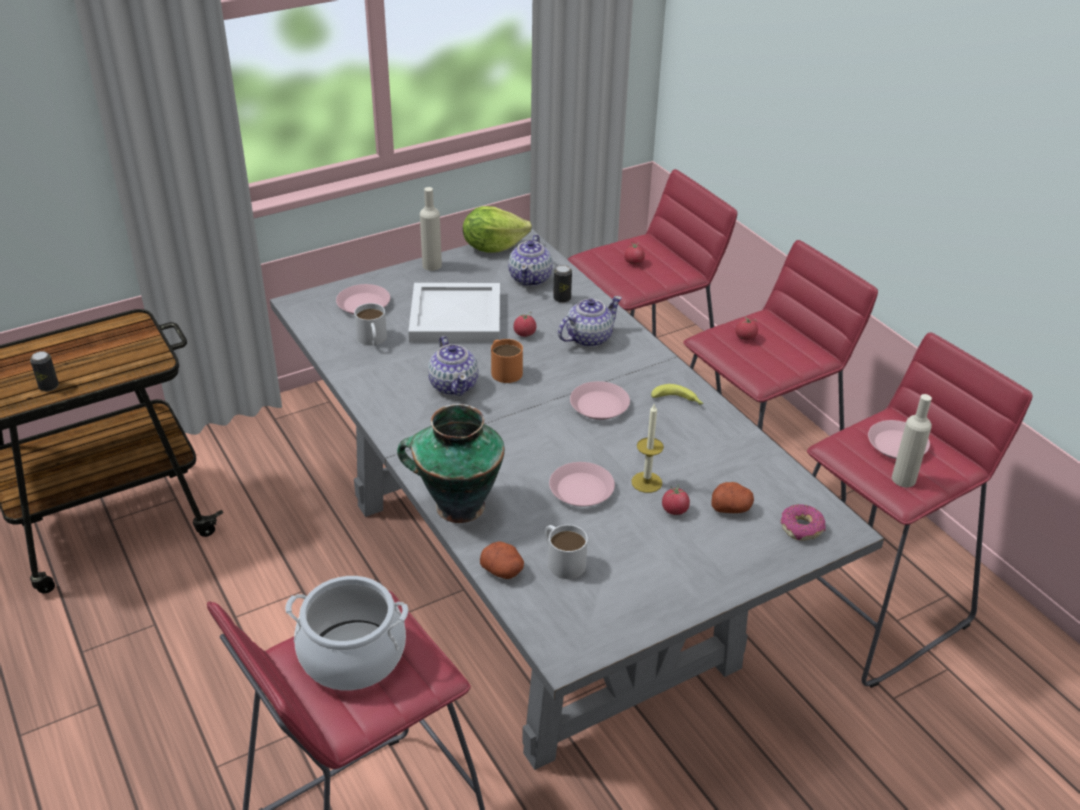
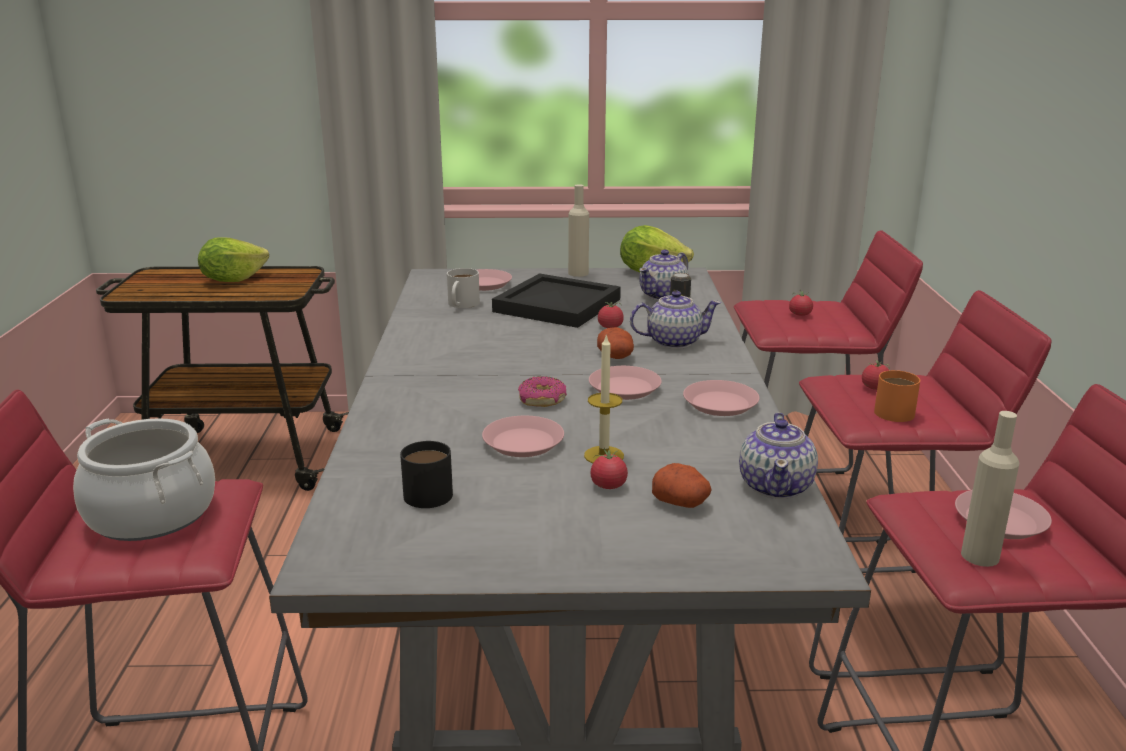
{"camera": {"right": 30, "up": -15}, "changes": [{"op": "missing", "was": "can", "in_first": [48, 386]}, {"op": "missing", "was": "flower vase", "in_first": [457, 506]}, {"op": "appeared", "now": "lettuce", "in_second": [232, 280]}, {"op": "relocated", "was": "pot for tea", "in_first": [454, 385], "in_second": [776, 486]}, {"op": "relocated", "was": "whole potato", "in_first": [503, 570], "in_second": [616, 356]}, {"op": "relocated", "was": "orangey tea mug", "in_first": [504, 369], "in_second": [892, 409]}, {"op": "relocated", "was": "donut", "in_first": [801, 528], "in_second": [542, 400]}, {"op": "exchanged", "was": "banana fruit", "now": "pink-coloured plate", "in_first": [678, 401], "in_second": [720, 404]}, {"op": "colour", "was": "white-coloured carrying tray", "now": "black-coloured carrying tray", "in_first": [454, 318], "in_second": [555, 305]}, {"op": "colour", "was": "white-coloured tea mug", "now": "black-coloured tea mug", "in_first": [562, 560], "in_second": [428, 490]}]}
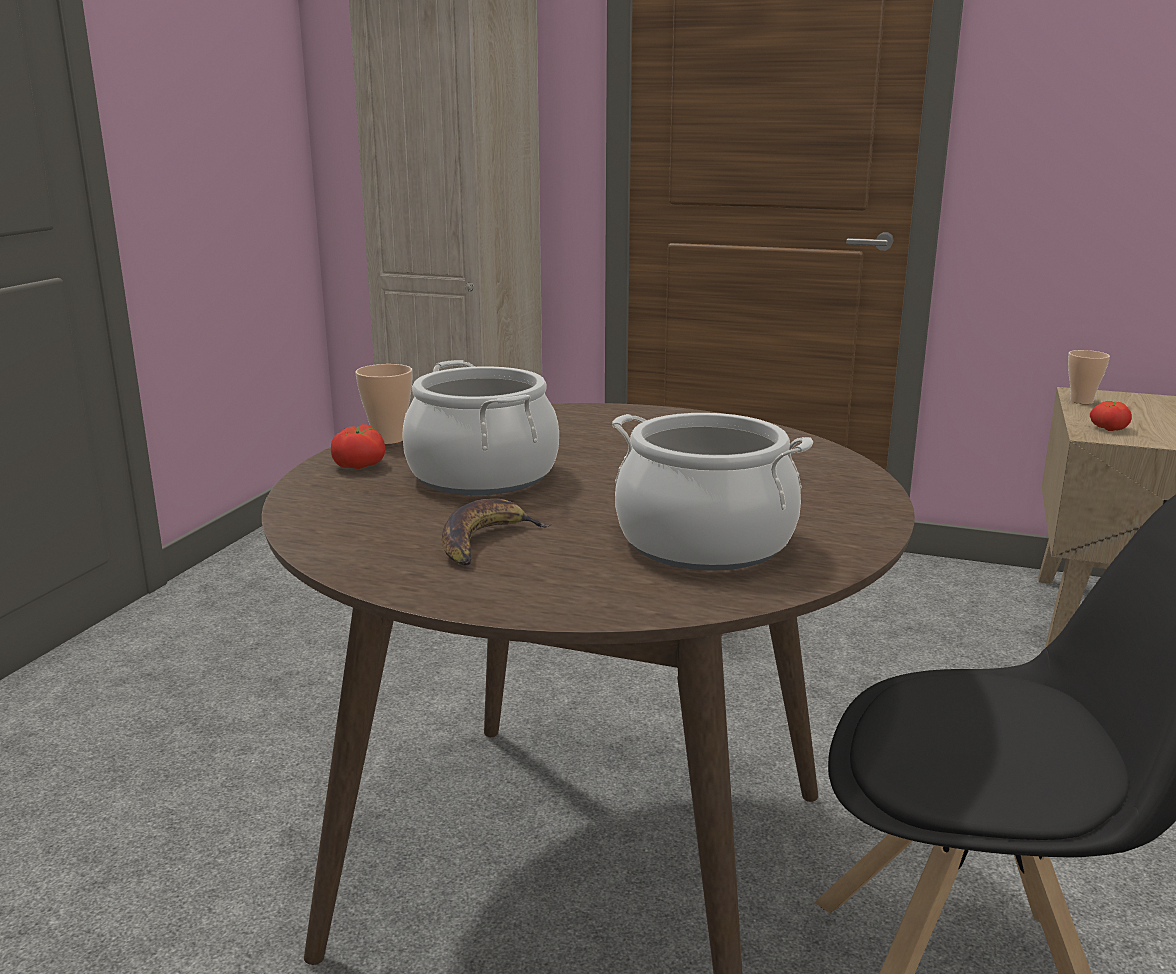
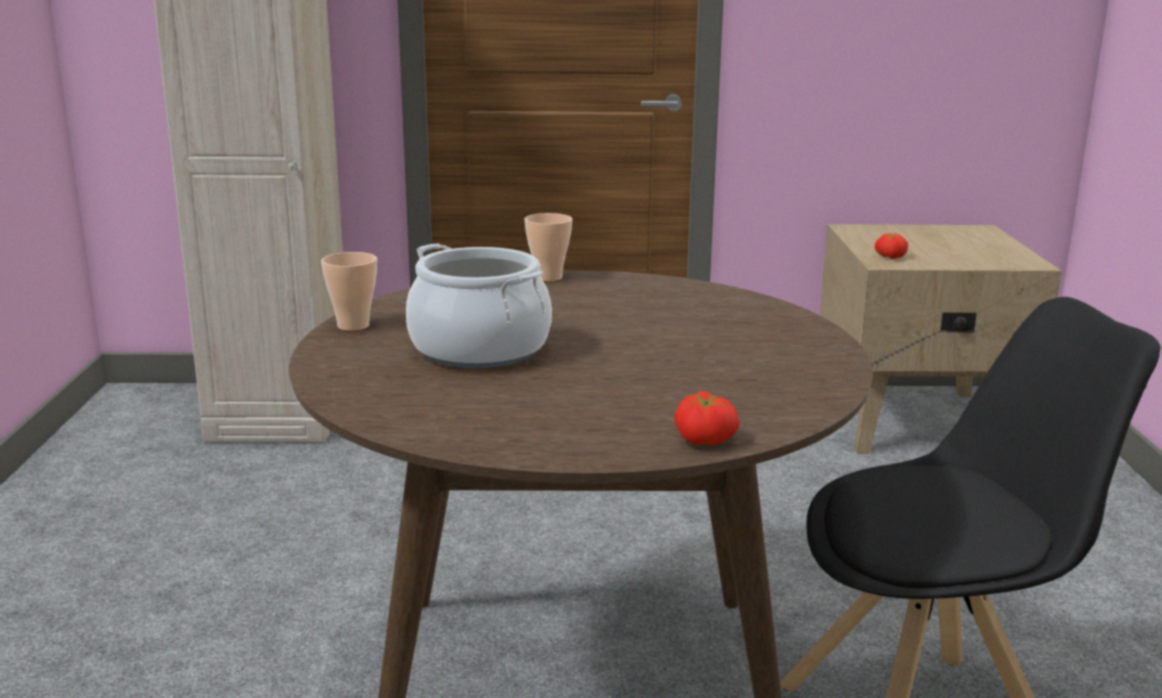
{"camera": {"right": -20, "up": 0}, "changes": [{"op": "missing", "was": "banana fruit", "in_first": [486, 541]}, {"op": "missing", "was": "saucepot", "in_first": [705, 542]}, {"op": "relocated", "was": "fresh tomato", "in_first": [361, 465], "in_second": [706, 439]}, {"op": "relocated", "was": "small cup", "in_first": [1081, 401], "in_second": [548, 277]}]}
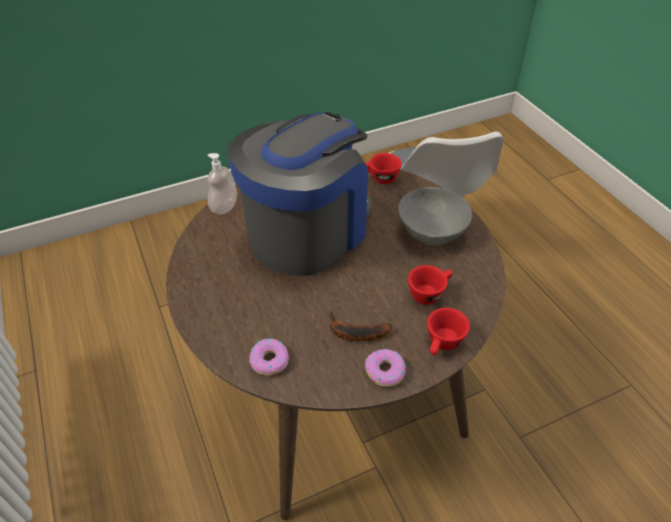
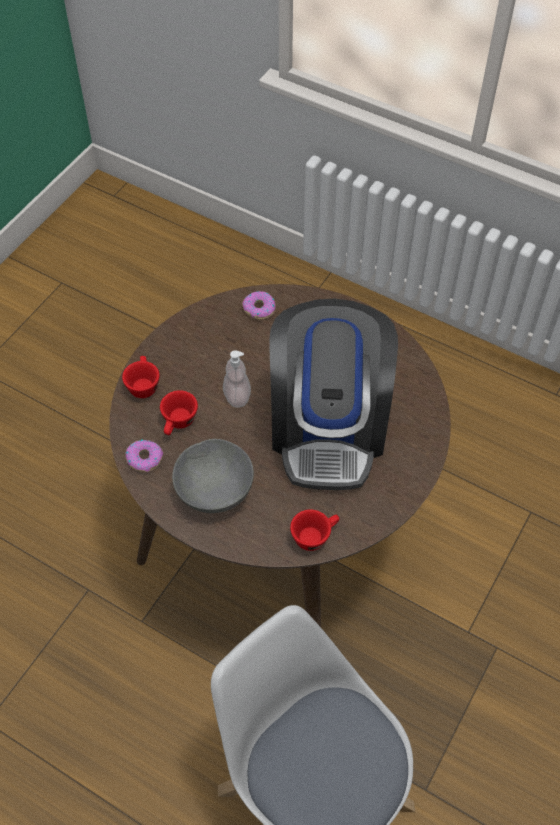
{"camera": {"right": 145, "up": 10}, "changes": [{"op": "missing", "was": "banana fruit", "in_first": [354, 333]}, {"op": "relocated", "was": "liquid soap bottle", "in_first": [224, 207], "in_second": [237, 396]}, {"op": "relocated", "was": "donut", "in_first": [385, 371], "in_second": [144, 458]}]}
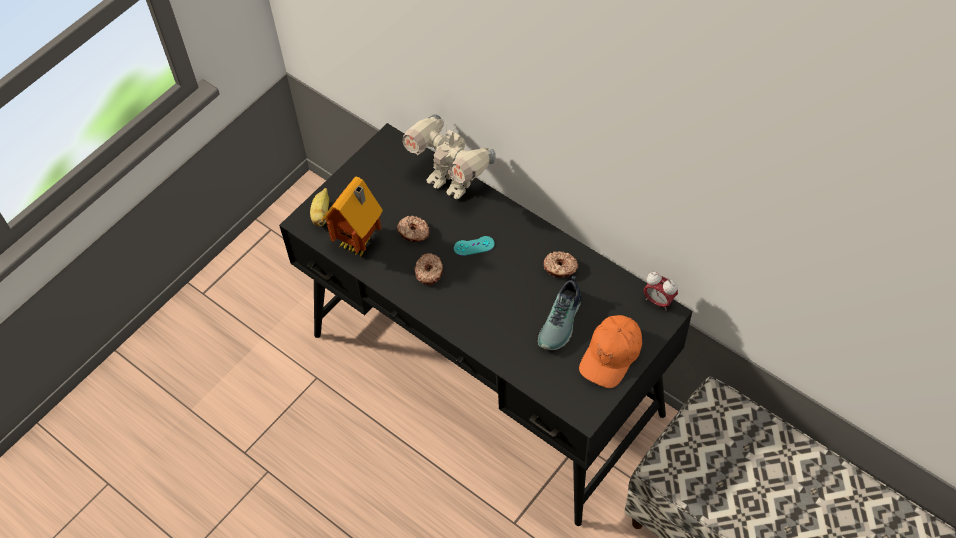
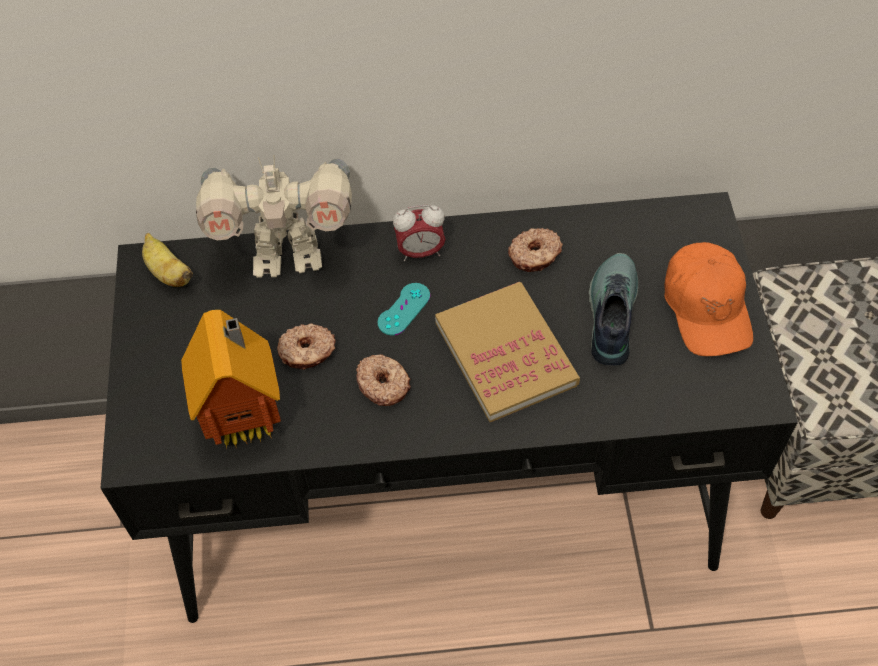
{"camera": {"right": -45, "up": 0}, "changes": [{"op": "appeared", "now": "book", "in_second": [505, 354]}, {"op": "relocated", "was": "banana fruit", "in_first": [321, 214], "in_second": [168, 272]}, {"op": "relocated", "was": "table clock", "in_first": [658, 301], "in_second": [420, 252]}, {"op": "spun", "was": "shoe", "in_first": [562, 321], "in_second": [609, 314], "clockwise": -150}]}
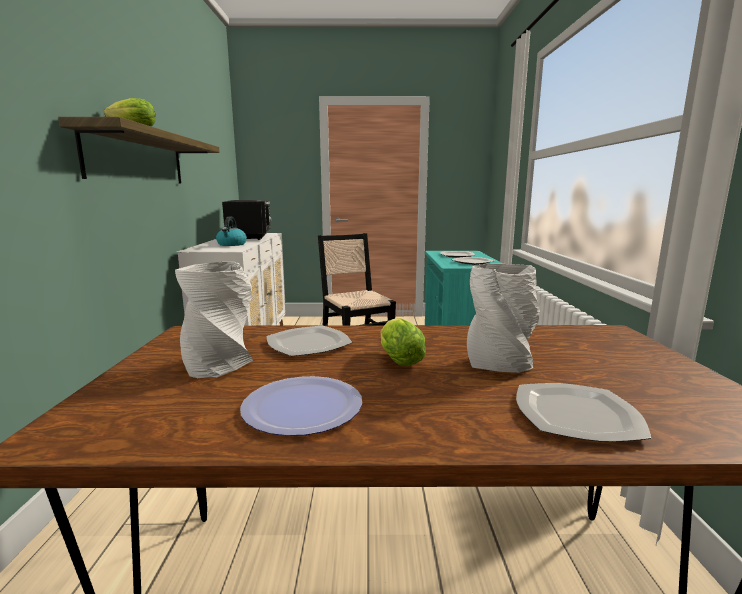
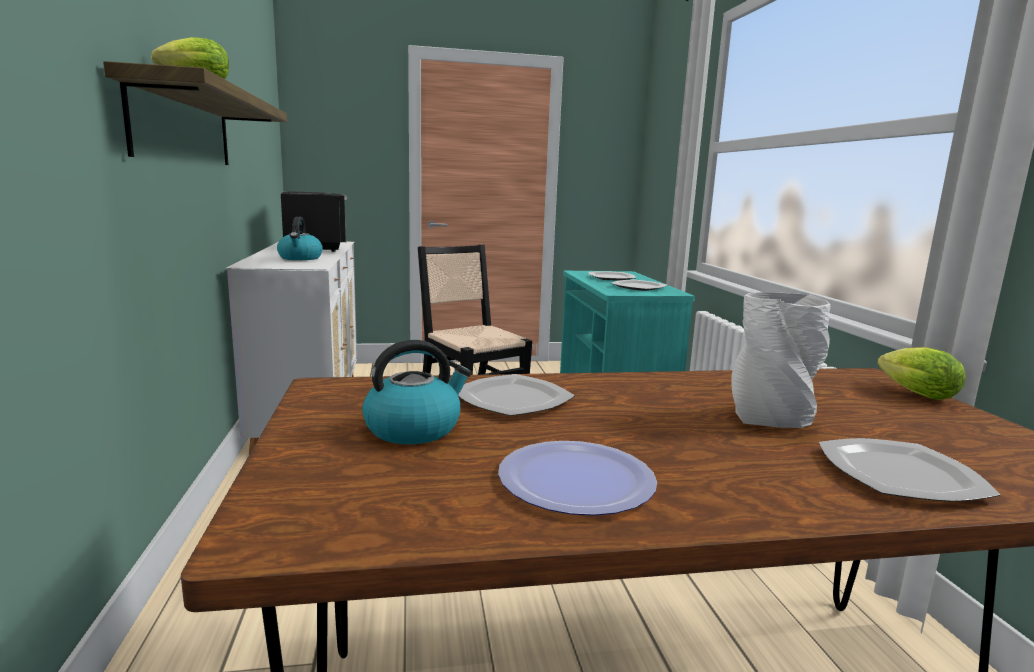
{"camera": {"right": -10, "up": 0}, "changes": [{"op": "relocated", "was": "lettuce", "in_first": [398, 359], "in_second": [912, 393]}, {"op": "exchanged", "was": "greyish flower vase", "now": "tea kettle", "in_first": [219, 363], "in_second": [414, 428]}]}
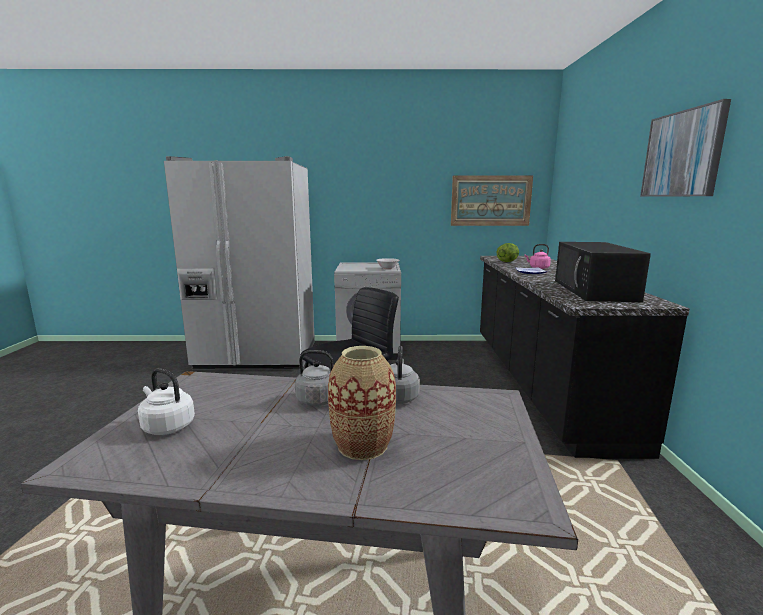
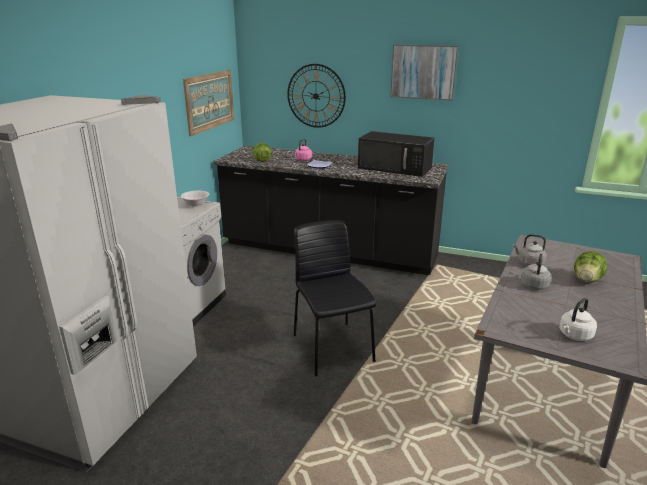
{"camera": {"right": -70, "up": 10}, "changes": [{"op": "appeared", "now": "wall clock", "in_second": [316, 96]}, {"op": "exchanged", "was": "flower vase", "now": "lettuce", "in_first": [362, 445], "in_second": [587, 280]}]}
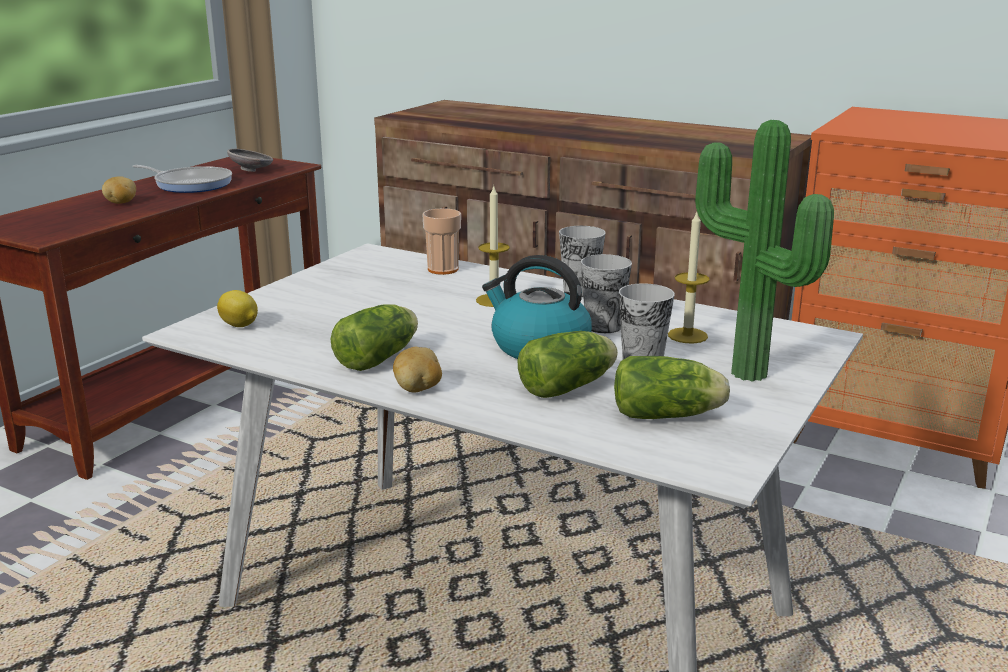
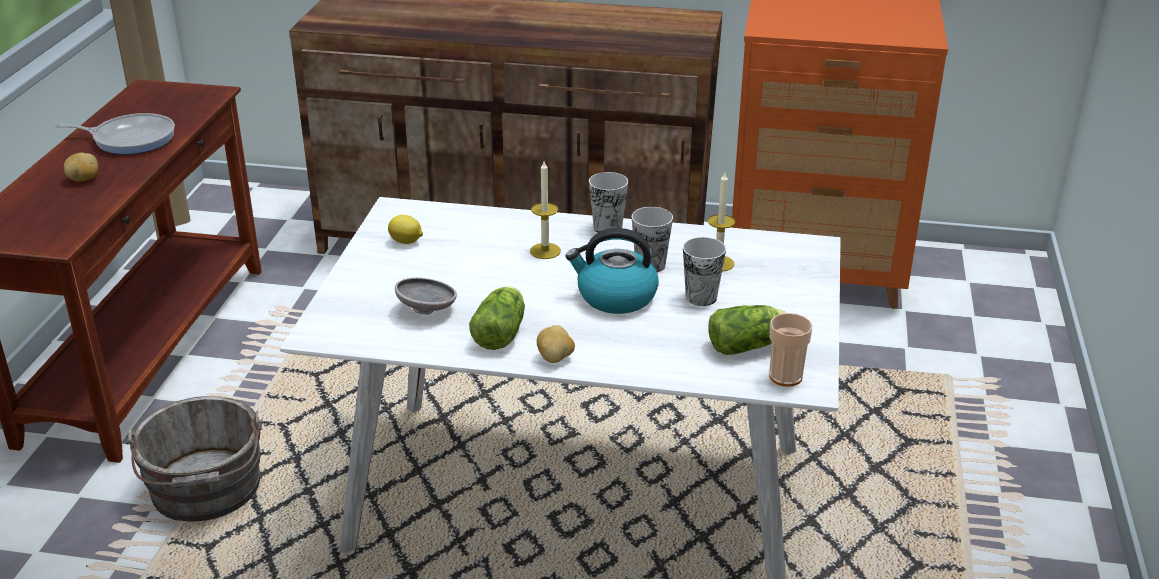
{"camera": {"right": -20, "up": 10}, "changes": [{"op": "missing", "was": "lettuce", "in_first": [570, 386]}, {"op": "missing", "was": "potted plant", "in_first": [744, 376]}, {"op": "appeared", "now": "greyish bucket", "in_second": [206, 491]}, {"op": "relocated", "was": "lemon", "in_first": [240, 326], "in_second": [406, 242]}, {"op": "relocated", "was": "greyish deep dish", "in_first": [252, 171], "in_second": [428, 310]}, {"op": "relocated", "was": "small cup", "in_first": [443, 269], "in_second": [785, 377]}]}
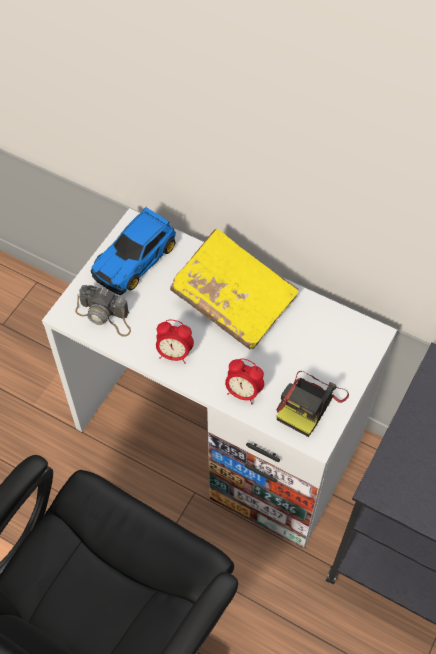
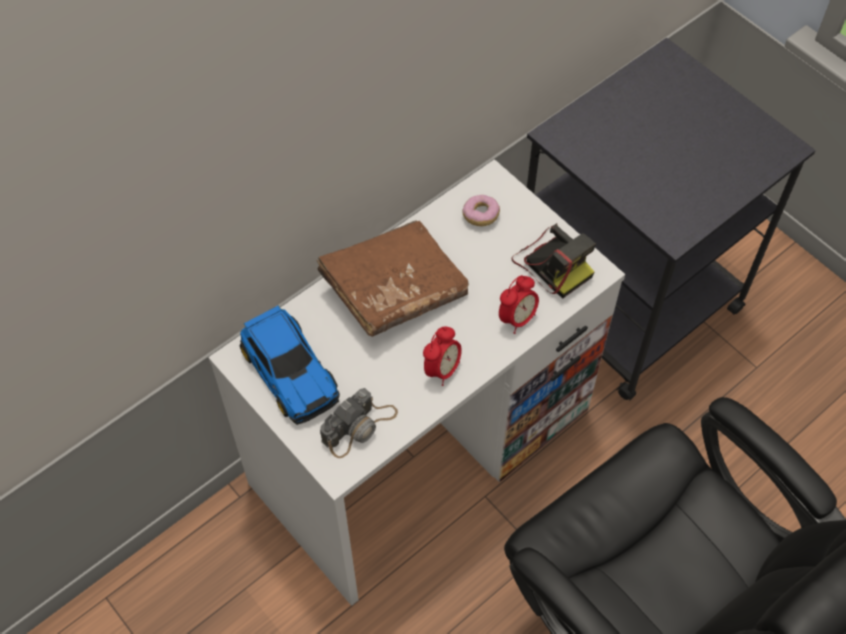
{"camera": {"right": -70, "up": 0}, "changes": [{"op": "appeared", "now": "donut", "in_second": [480, 215]}, {"op": "colour", "was": "yellow book", "now": "brown book", "in_first": [233, 299], "in_second": [394, 289]}]}
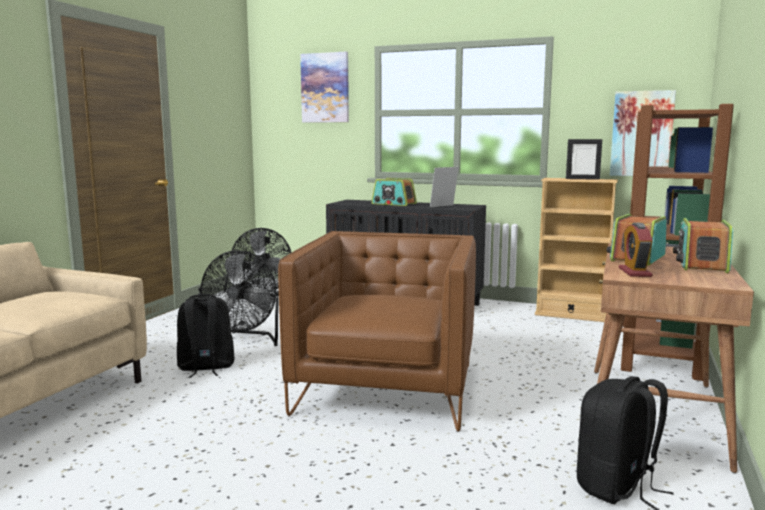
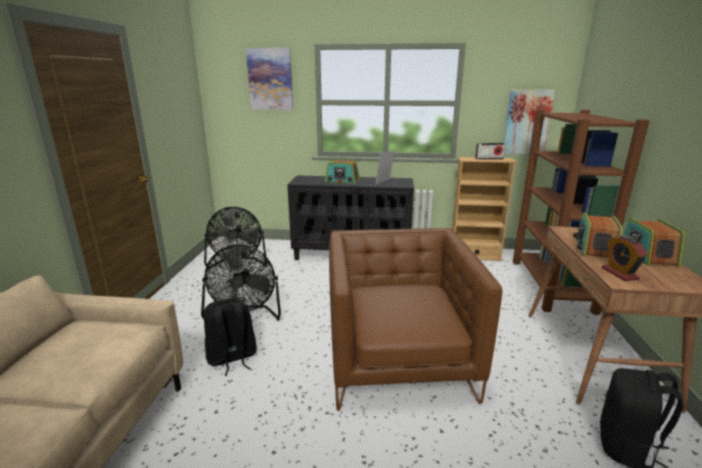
{"camera": {"right": -15, "up": 10}, "changes": [{"op": "exchanged", "was": "standing frame", "now": "radio set", "in_first": [582, 179], "in_second": [489, 159]}]}
